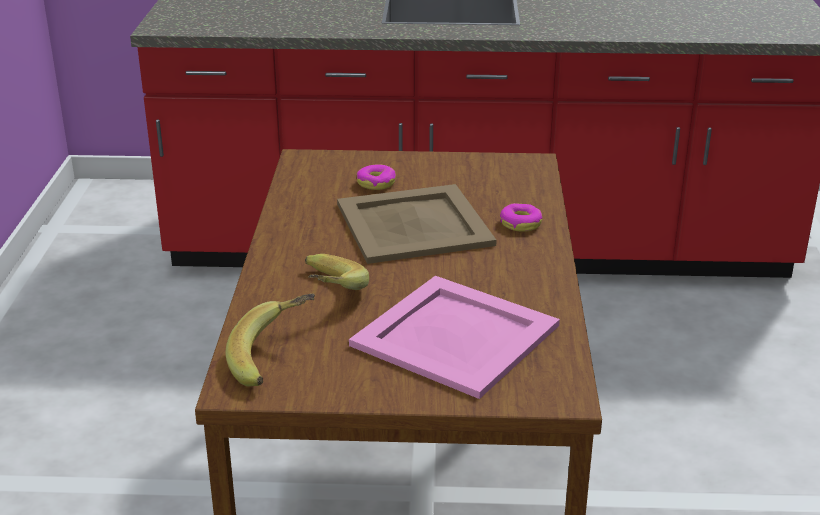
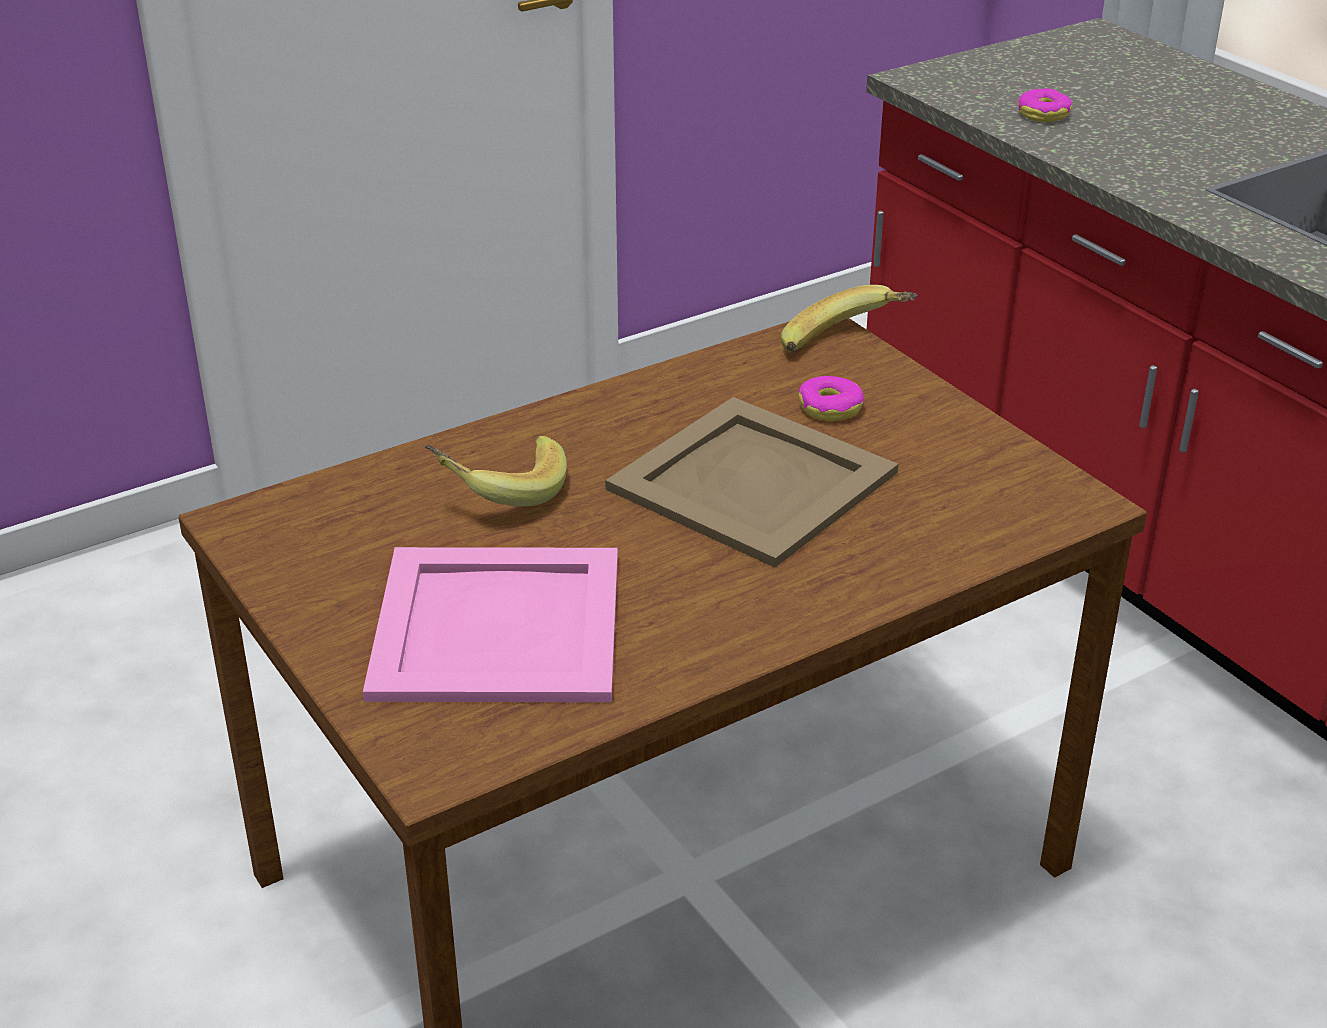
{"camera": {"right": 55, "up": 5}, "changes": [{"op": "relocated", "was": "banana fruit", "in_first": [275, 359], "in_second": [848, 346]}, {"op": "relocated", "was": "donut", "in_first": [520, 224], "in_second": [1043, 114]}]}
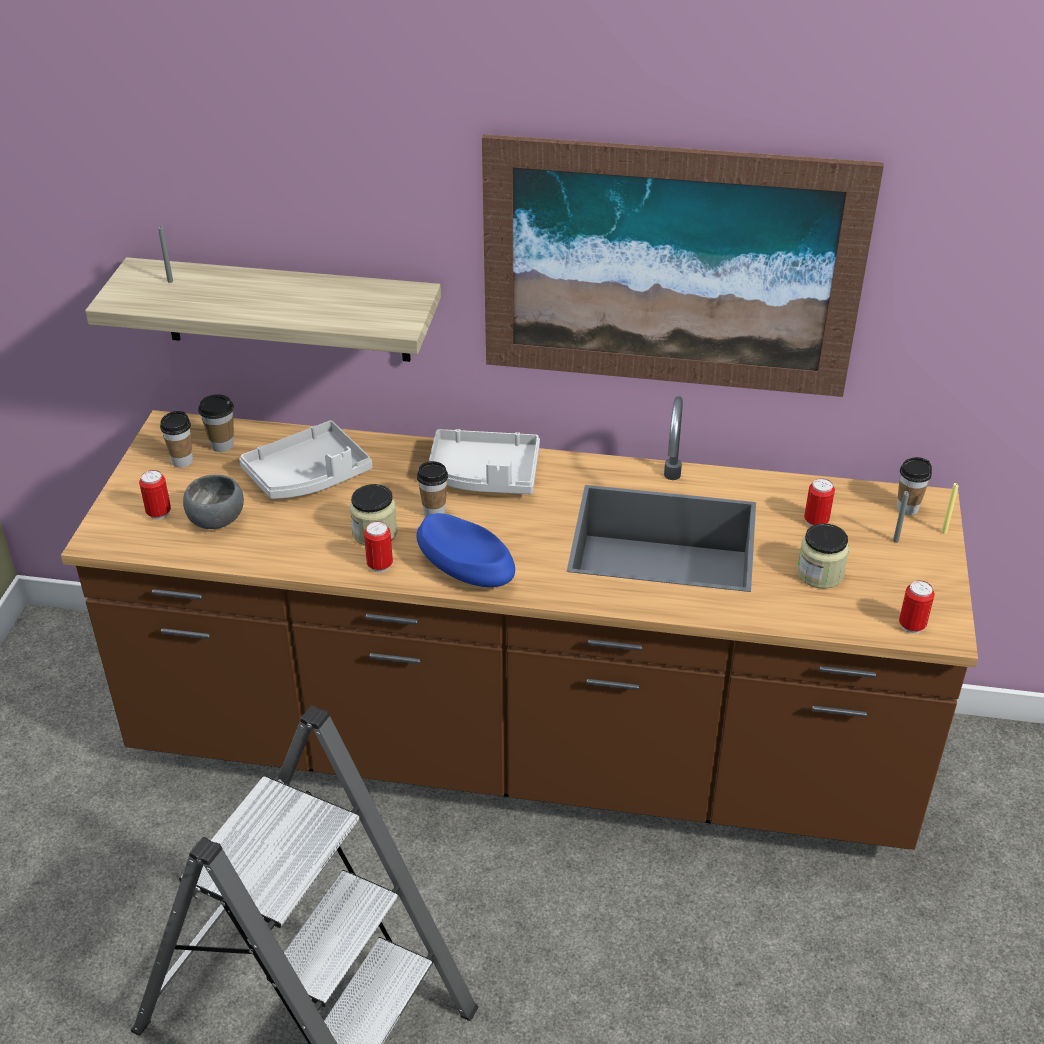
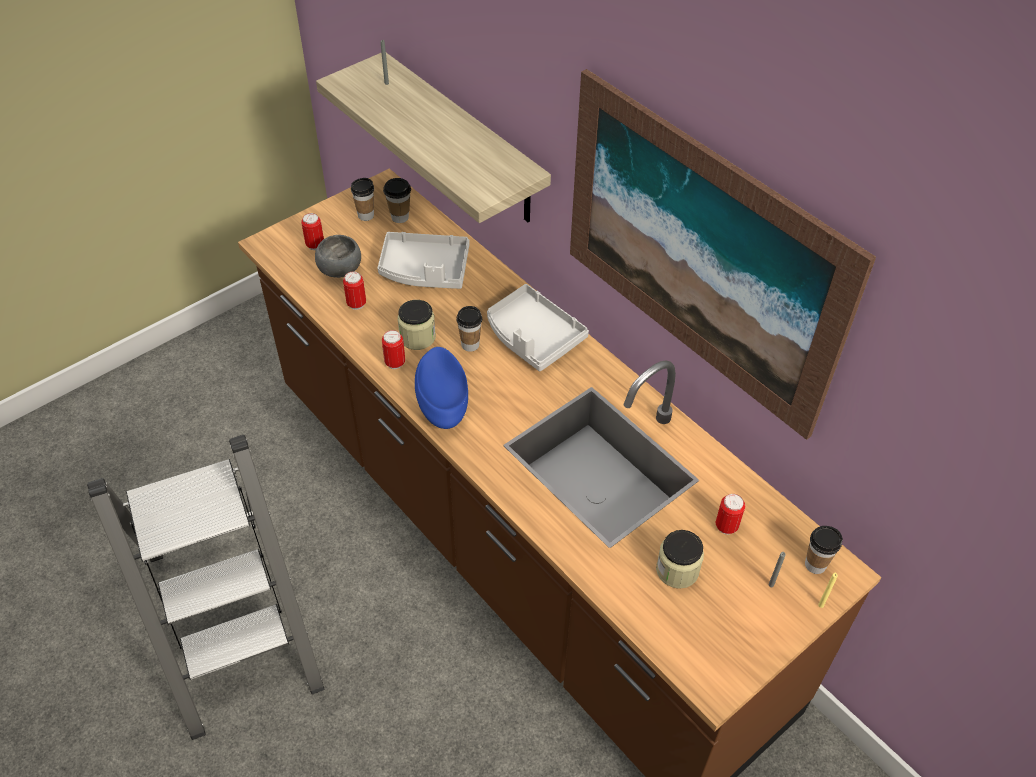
{"camera": {"right": 40, "up": 10}, "changes": [{"op": "relocated", "was": "can", "in_first": [911, 626], "in_second": [356, 304]}]}
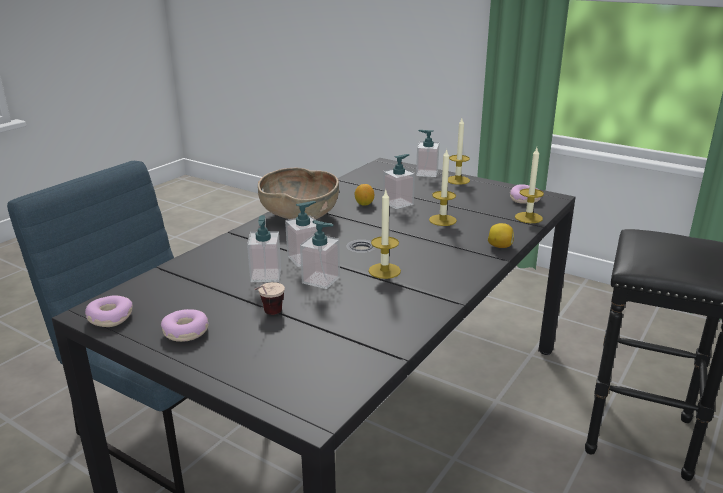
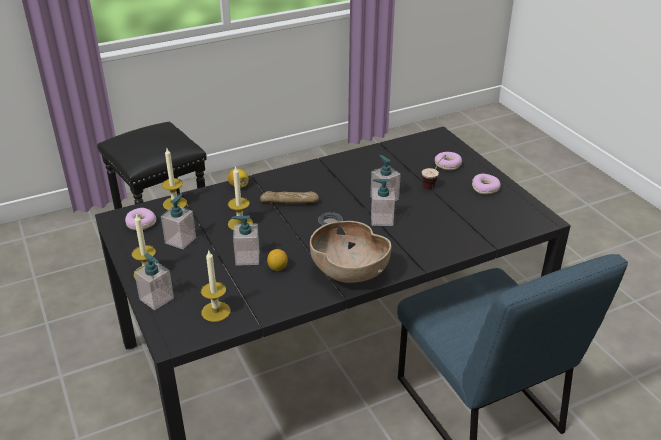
{"camera": {"right": -150, "up": 10}, "changes": [{"op": "appeared", "now": "baked bread", "in_second": [289, 202]}, {"op": "relocated", "was": "donut", "in_first": [110, 317], "in_second": [448, 165]}, {"op": "relocated", "was": "liquid soap bottle", "in_first": [266, 275], "in_second": [180, 240]}, {"op": "relocated", "was": "candle", "in_first": [384, 271], "in_second": [216, 311]}]}
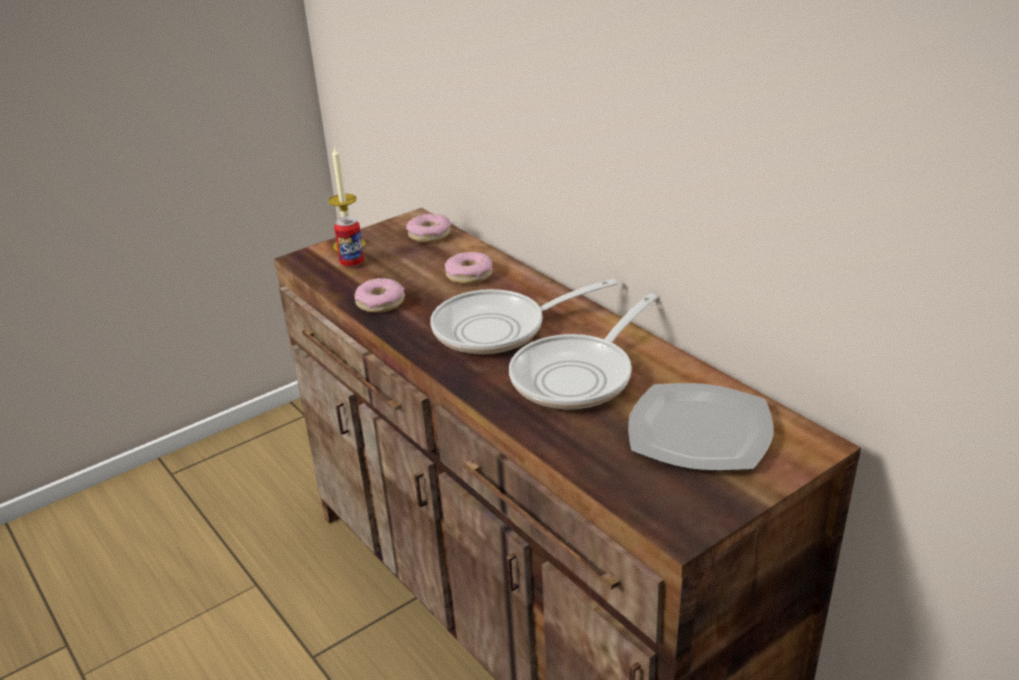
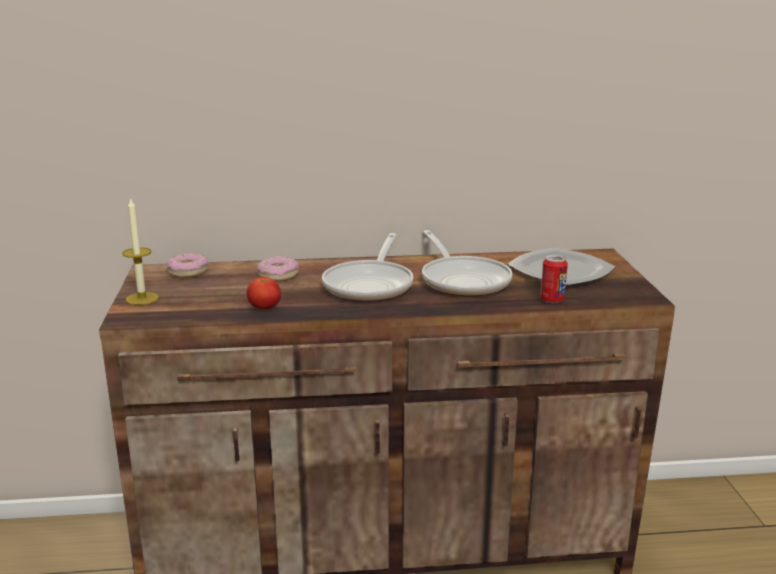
{"camera": {"right": -60, "up": -10}, "changes": [{"op": "relocated", "was": "can", "in_first": [352, 263], "in_second": [552, 300]}, {"op": "exchanged", "was": "donut", "now": "fresh tomato", "in_first": [380, 303], "in_second": [264, 308]}]}
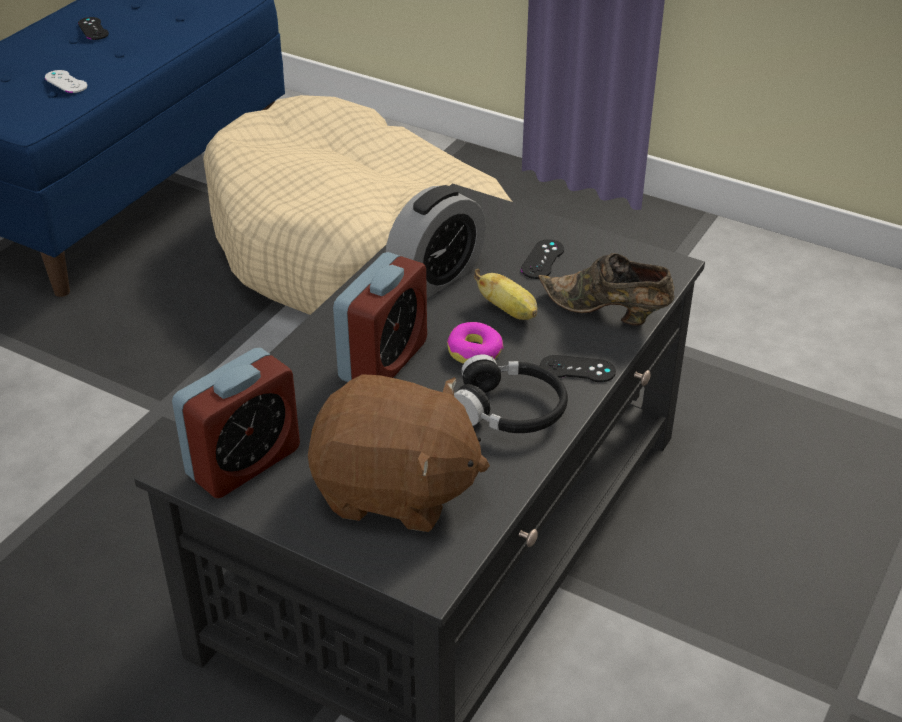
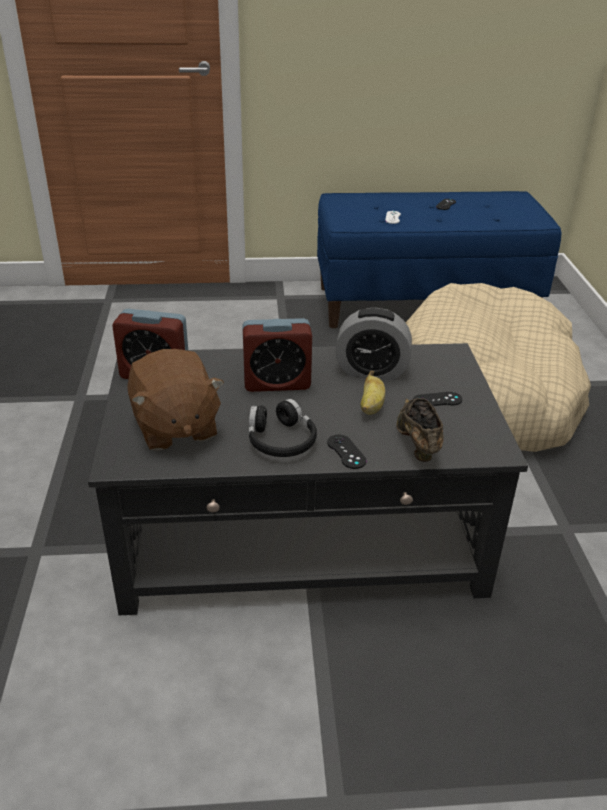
{"camera": {"right": 55, "up": -5}, "changes": [{"op": "missing", "was": "donut", "in_first": [474, 351]}]}
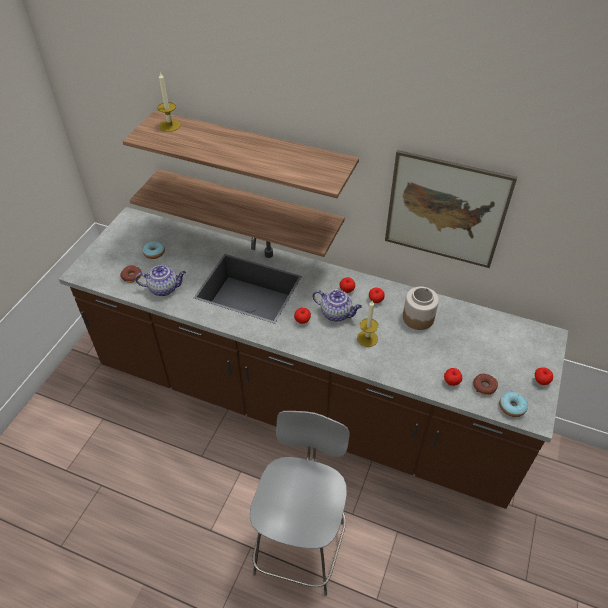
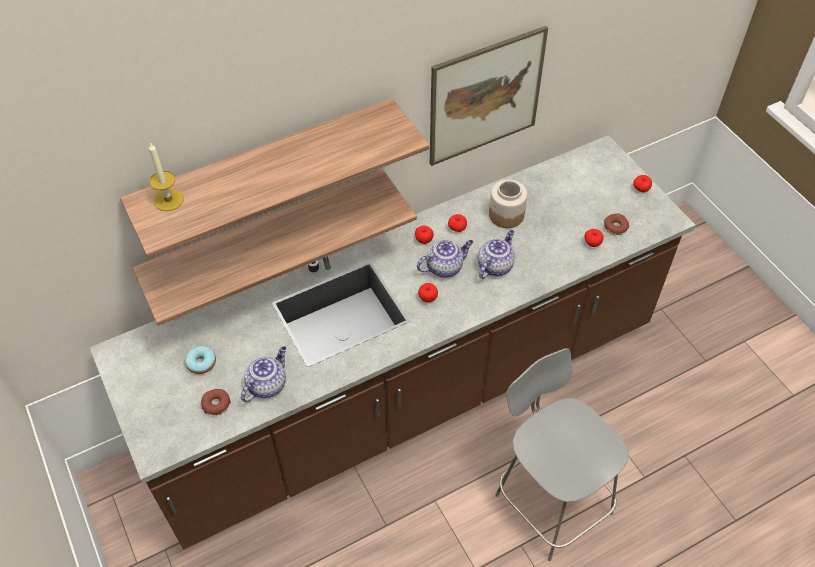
{"camera": {"right": -50, "up": 5}, "changes": [{"op": "missing", "was": "donut", "in_first": [511, 407]}, {"op": "exchanged", "was": "candle", "now": "pot for tea", "in_first": [367, 338], "in_second": [495, 265]}]}
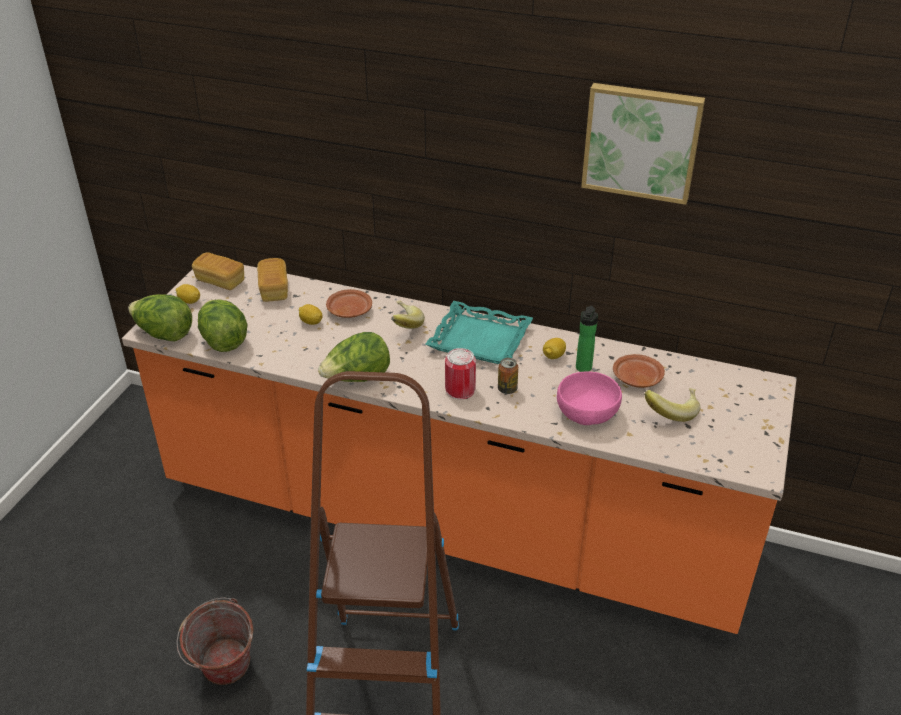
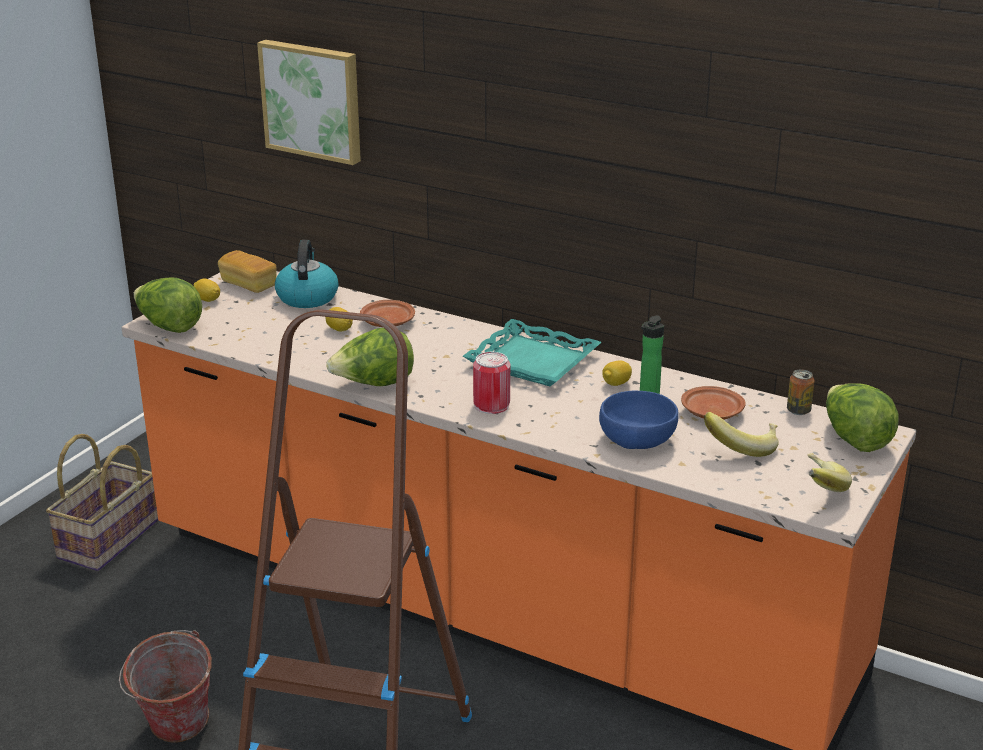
{"camera": {"right": 10, "up": -10}, "changes": [{"op": "appeared", "now": "basket", "in_second": [109, 540]}, {"op": "relocated", "was": "lettuce", "in_first": [223, 341], "in_second": [854, 440]}, {"op": "relocated", "was": "banana fruit", "in_first": [402, 325], "in_second": [817, 488]}, {"op": "relocated", "was": "can", "in_first": [507, 389], "in_second": [798, 410]}, {"op": "relocated", "was": "wall art", "in_first": [641, 141], "in_second": [313, 100]}, {"op": "exchanged", "was": "baked bread", "now": "tea kettle", "in_first": [274, 290], "in_second": [307, 297]}, {"op": "colour", "was": "pink-coloured deep dish", "now": "bluish deep dish", "in_first": [588, 412], "in_second": [638, 439]}]}
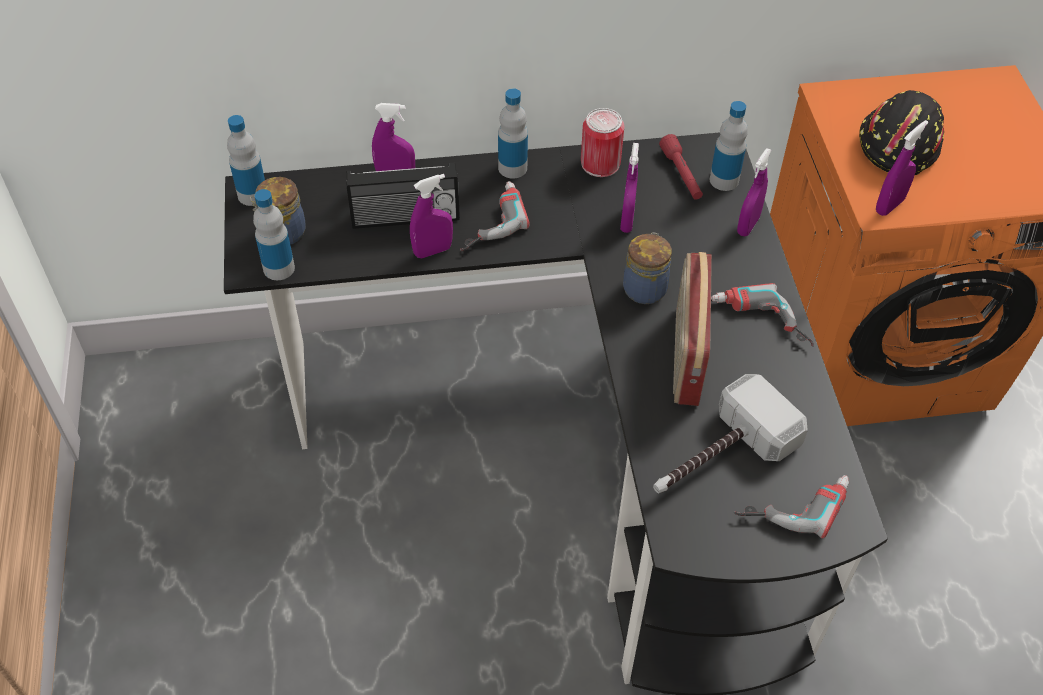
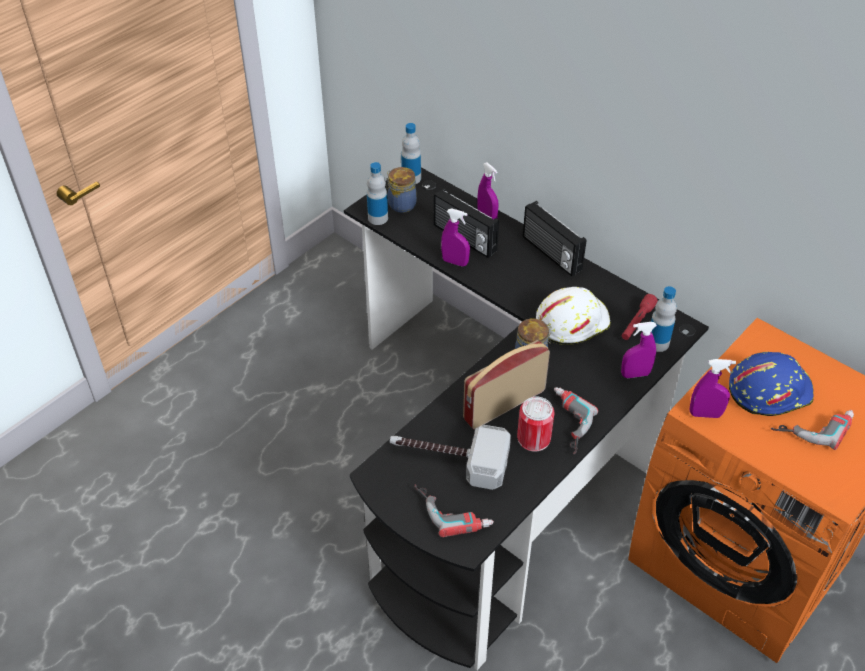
{"camera": {"right": 50, "up": -5}, "changes": [{"op": "relocated", "was": "drill", "in_first": [488, 220], "in_second": [812, 425]}, {"op": "relocated", "was": "can", "in_first": [600, 163], "in_second": [533, 438]}, {"op": "exchanged", "was": "drink bottle", "now": "radio set", "in_first": [512, 168], "in_second": [550, 254]}, {"op": "exchanged", "was": "purplish spray bottle", "now": "white-coloured safety helmet", "in_first": [627, 221], "in_second": [571, 321]}, {"op": "colour", "was": "black-coloured safety helmet", "now": "bluish safety helmet", "in_first": [898, 142], "in_second": [768, 390]}]}
